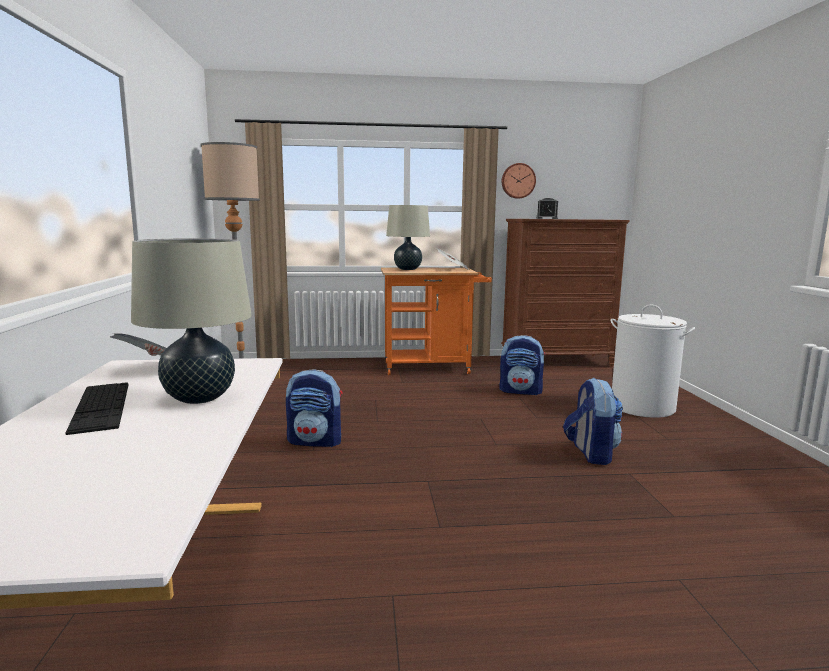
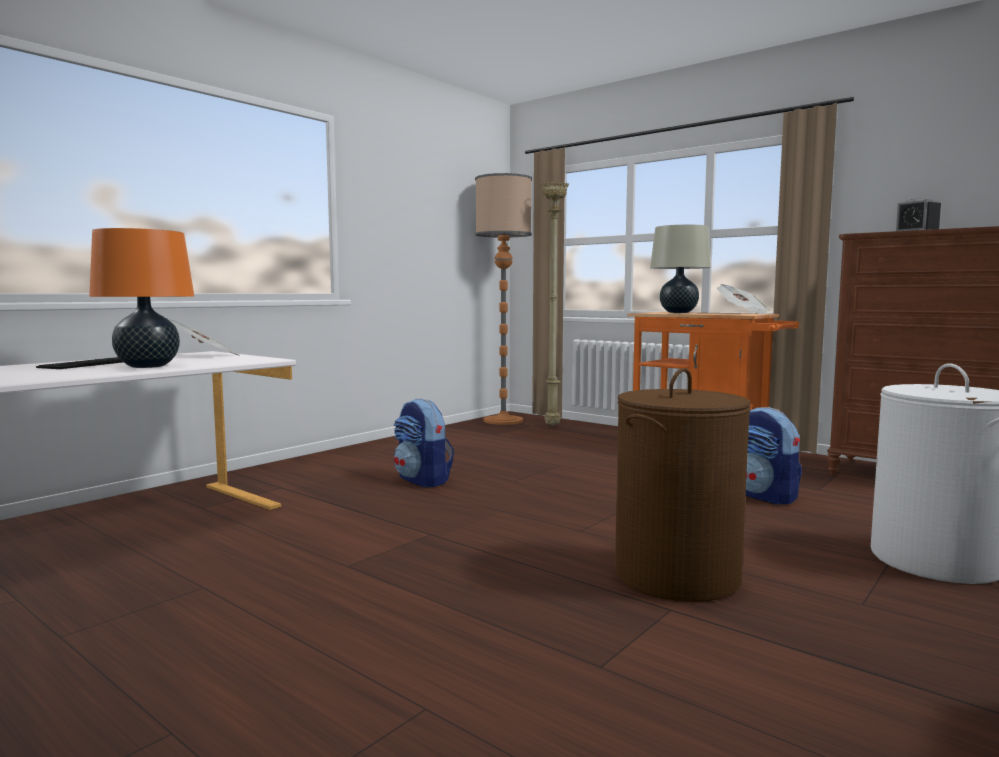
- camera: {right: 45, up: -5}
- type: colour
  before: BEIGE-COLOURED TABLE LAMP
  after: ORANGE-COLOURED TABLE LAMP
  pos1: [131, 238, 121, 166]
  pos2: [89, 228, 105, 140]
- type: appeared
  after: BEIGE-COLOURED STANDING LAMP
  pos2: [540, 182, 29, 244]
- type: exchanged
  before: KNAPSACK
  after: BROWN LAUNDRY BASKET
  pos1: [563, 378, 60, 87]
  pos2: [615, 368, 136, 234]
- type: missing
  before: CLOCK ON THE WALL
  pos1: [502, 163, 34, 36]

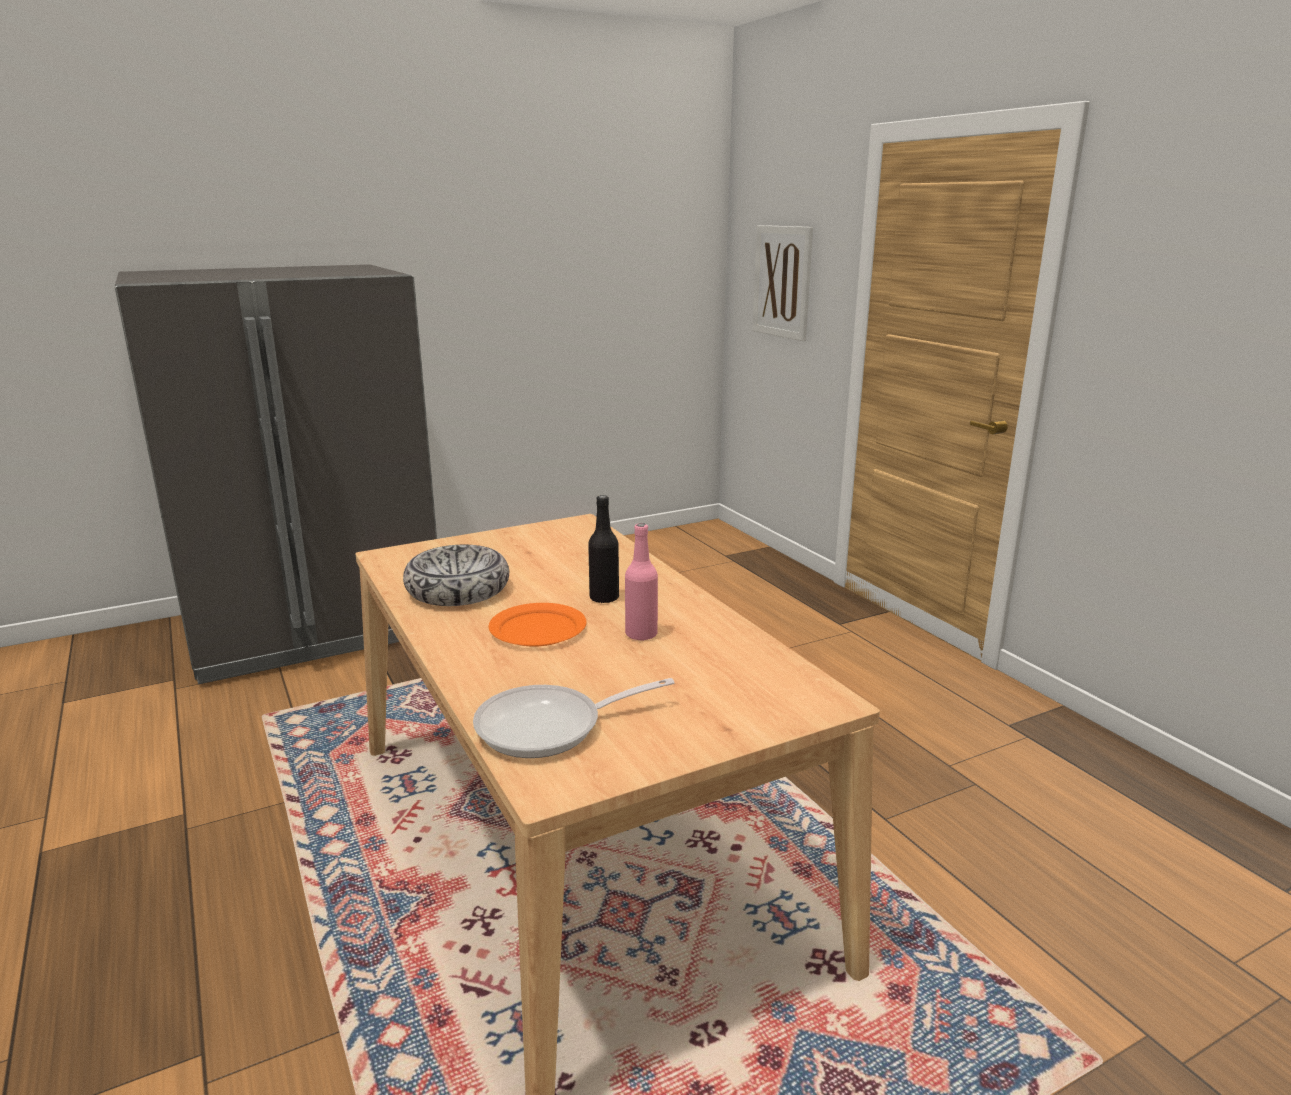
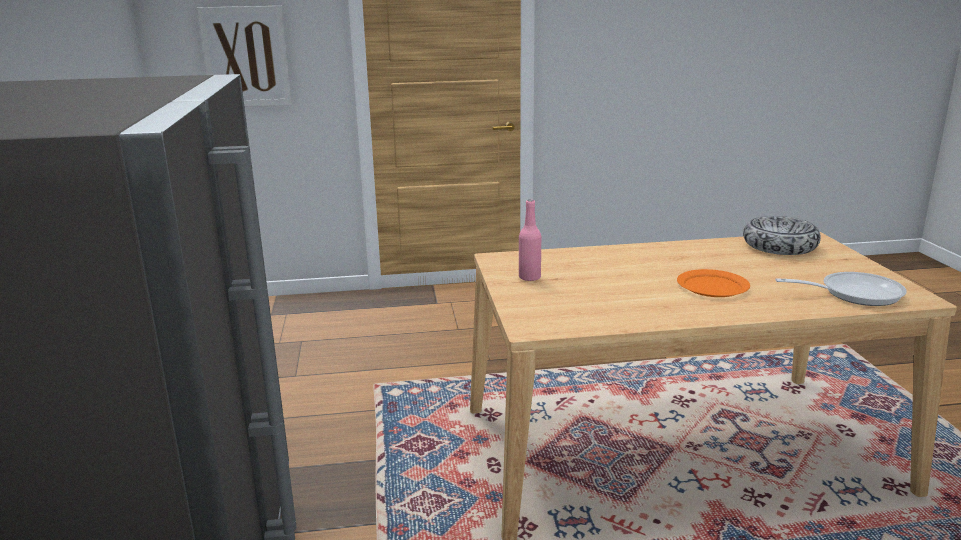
- camera: {right: -70, up: 0}
- type: relocated
  before: PINK-COLOURED DRINK BOTTLE
  pos1: [625, 523, 33, 118]
  pos2: [519, 200, 22, 81]
- type: relocated
  before: BOWL
  pos1: [403, 545, 106, 61]
  pos2: [743, 216, 78, 39]
- type: spun
  before: PAN
  pos1: [473, 678, 202, 80]
  pos2: [775, 272, 131, 34]
  turn: -90
- type: missing
  before: BLACKISH DRINK BOTTLE
  pos1: [588, 495, 31, 108]

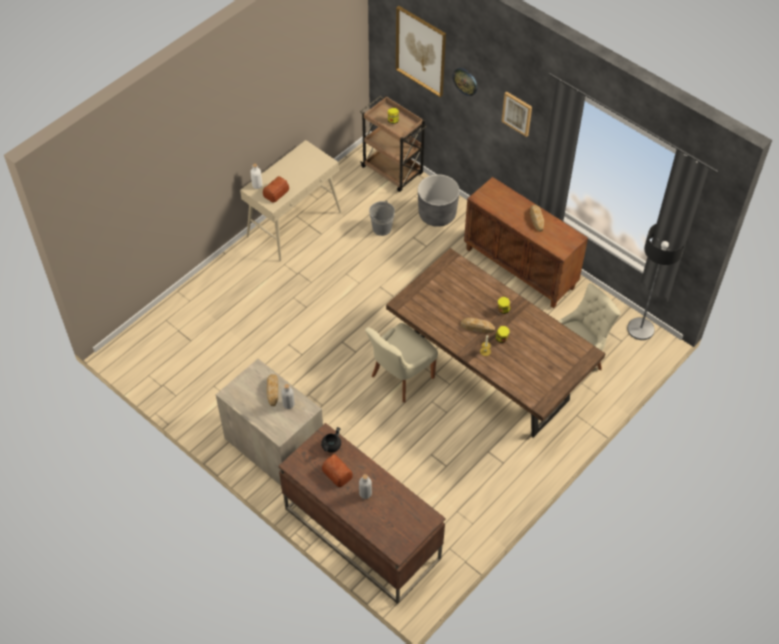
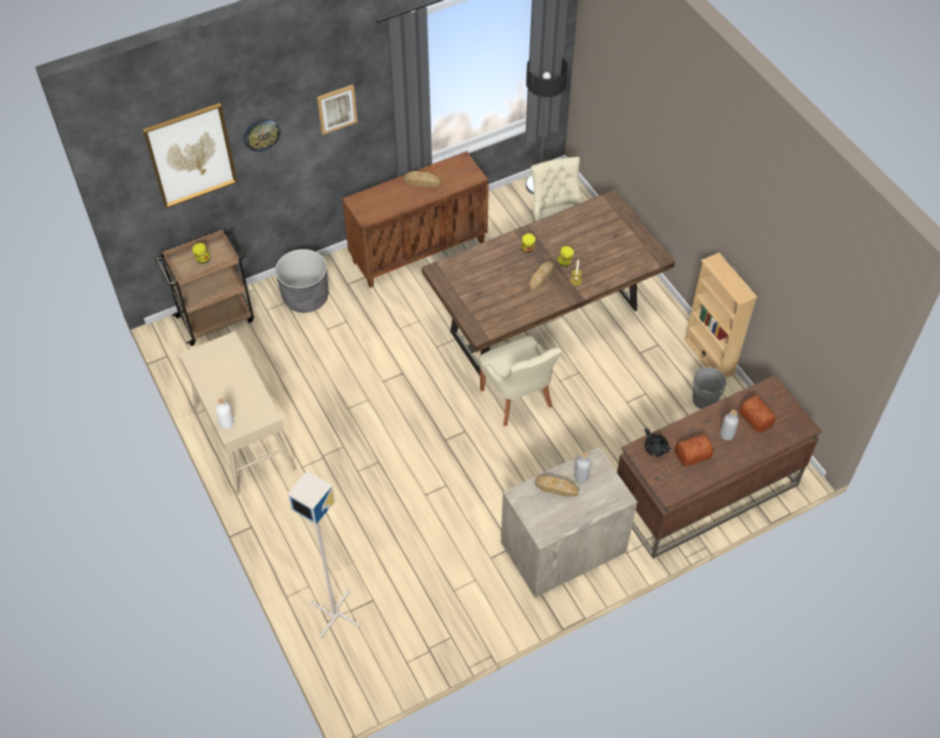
- camera: {right: -70, up: 0}
- type: appeared
  after: GREY STANDING LAMP
  pos2: [288, 471, 72, 167]
- type: appeared
  after: BEIGE-COLOURED BOOKCASE
  pos2: [683, 252, 75, 126]
- type: relocated
  before: GREY WATER BUCKET
  pos1: [369, 200, 26, 36]
  pos2: [692, 367, 34, 42]
- type: relocated
  before: BAKERY BREAD
  pos1: [263, 176, 26, 27]
  pos2: [739, 395, 36, 38]

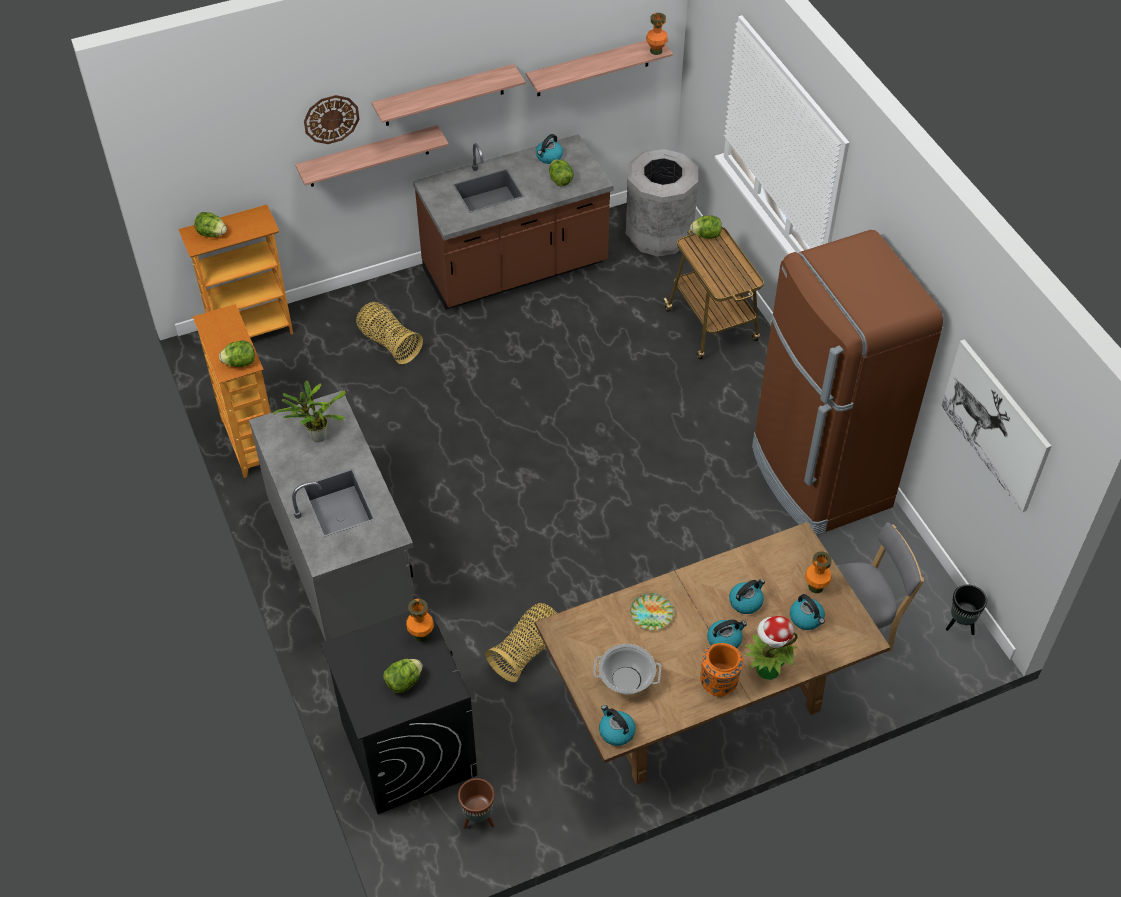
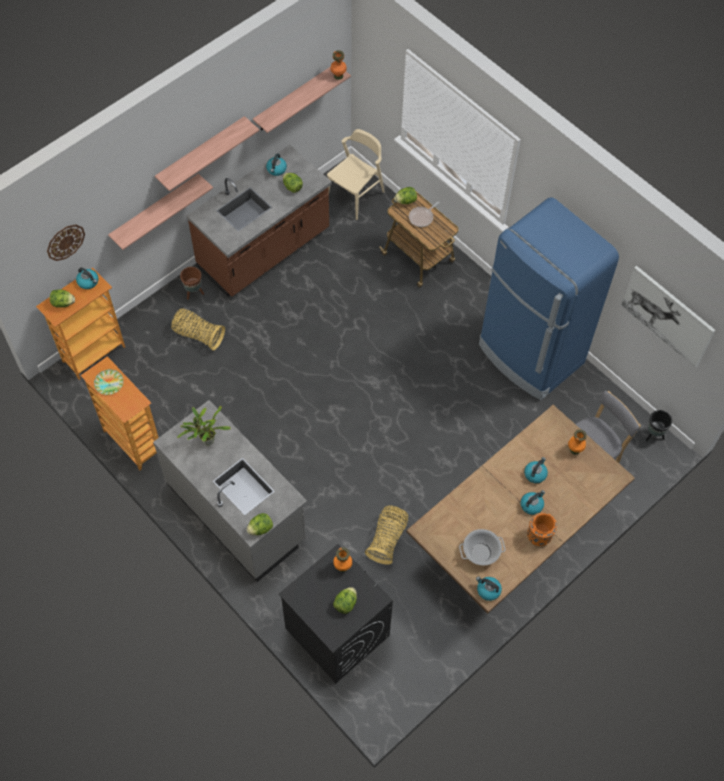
- camera: {right: -20, up: 10}
- type: relocated
  before: CLOCK ON THE WALL
  pos1: [304, 95, 55, 49]
  pos2: [47, 224, 38, 37]
- type: relocated
  before: WATER KETTLE
  pos1: [790, 594, 35, 36]
  pos2: [76, 267, 23, 22]
- type: relocated
  before: DINNER PLATE
  pos1: [630, 593, 44, 37]
  pos2: [94, 369, 30, 26]
- type: relocated
  before: BROWN PLANTER
  pos1: [458, 778, 37, 51]
  pos2: [180, 267, 24, 33]
- type: relocated
  before: HEAD OF LETTUCE
  pos1: [219, 341, 36, 26]
  pos2: [247, 513, 26, 22]
- type: exchanged
  before: GREY TRASH CAN
  after: BEIGE-COLOURED UPRIGHT CHAIR
  pos1: [625, 149, 73, 108]
  pos2: [327, 129, 57, 91]
- type: appeared
  after: PAN
  pos2: [409, 202, 30, 25]
- type: colour
  before: BROWN REFRIGERATOR
  after: BLUISH REFRIGERATOR
  pos1: [752, 230, 191, 305]
  pos2: [479, 197, 140, 203]
- type: missing
  before: HOUSEPLANT
  pos1: [744, 616, 54, 64]

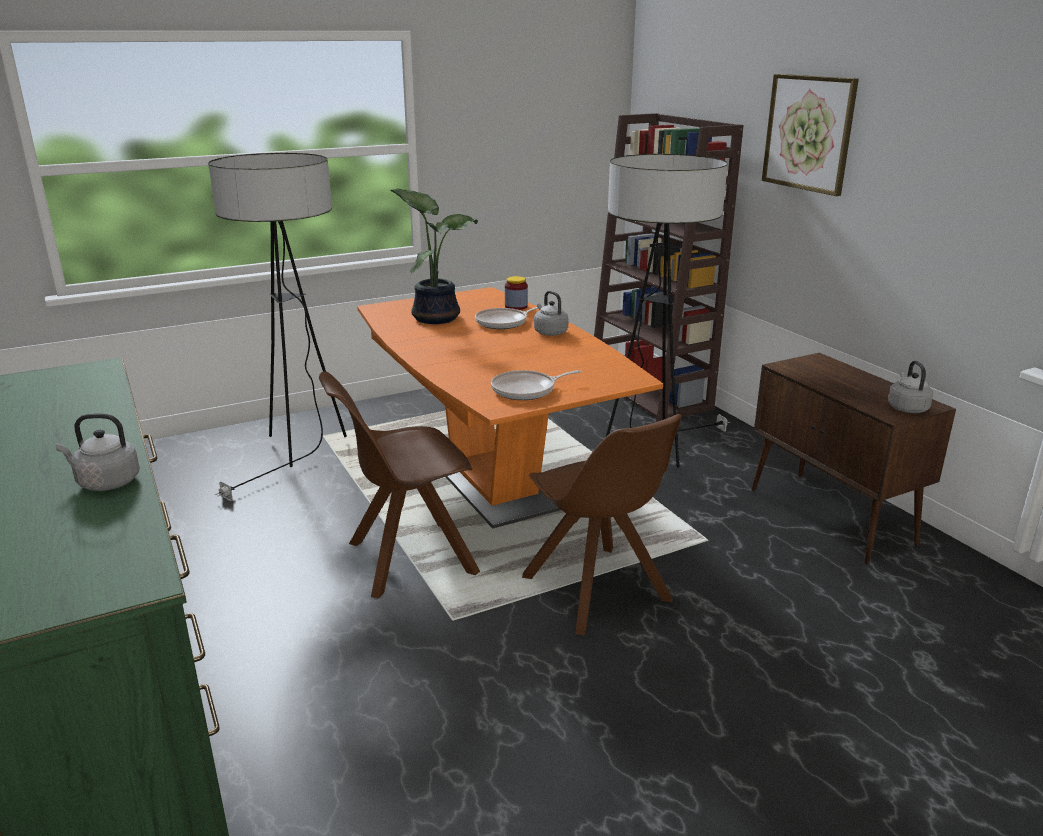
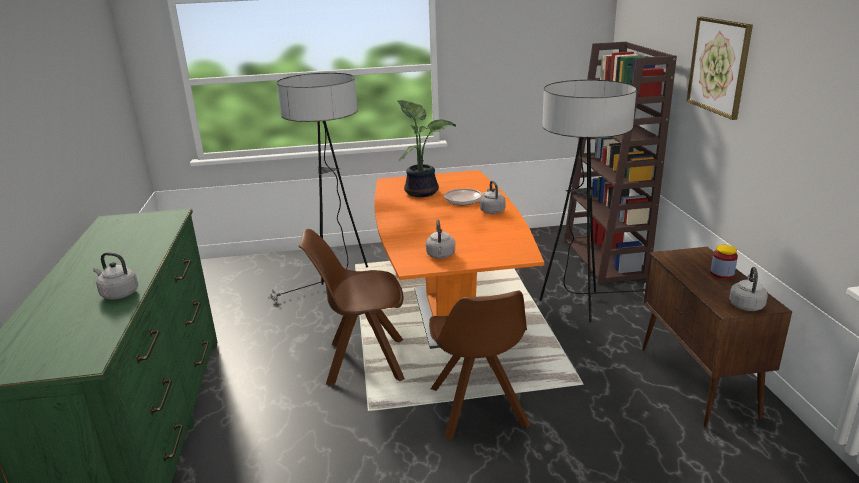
- camera: {right: 20, up: 0}
- type: exchanged
  before: PAN
  after: GREY WATER KETTLE
  pos1: [491, 370, 90, 30]
  pos2: [426, 220, 29, 39]
- type: relocated
  before: PRESERVE JAR
  pos1: [505, 276, 23, 34]
  pos2: [710, 245, 28, 34]

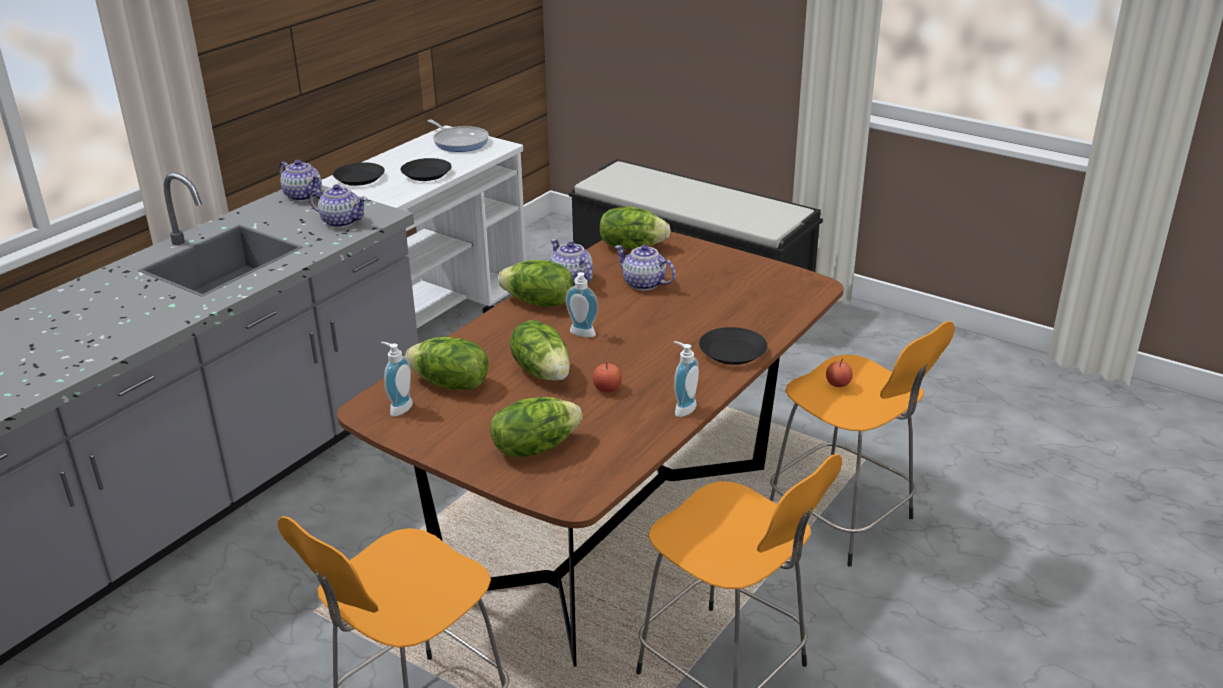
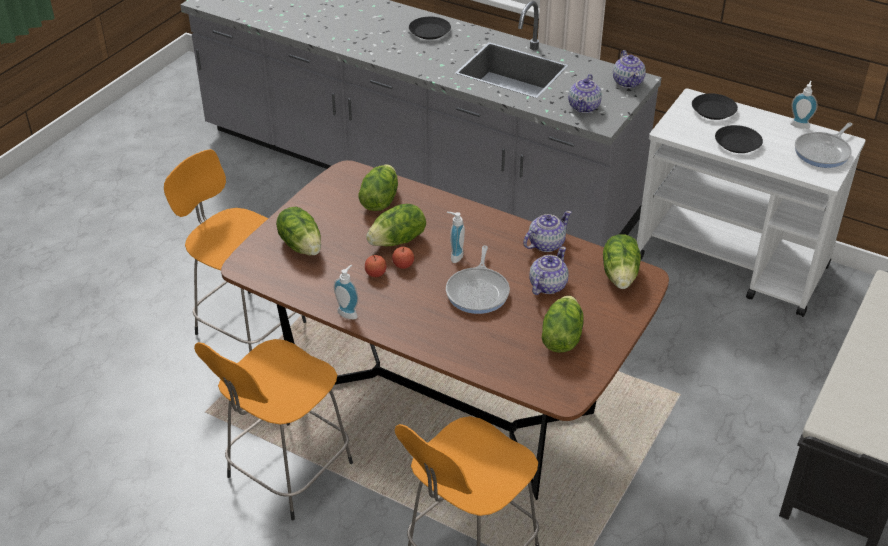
- camera: {right: 85, up: 10}
- type: relocated
  before: APPLE
  pos1: [826, 359, 27, 28]
  pos2: [392, 247, 22, 22]
- type: relocated
  before: BLACKISH DINNER PLATE
  pos1: [699, 327, 68, 38]
  pos2: [409, 17, 42, 23]
- type: appeared
  after: PAN
  pos2: [446, 245, 64, 69]
- type: relocated
  before: HEAD OF LETTUCE
  pos1: [498, 260, 75, 47]
  pos2: [542, 296, 42, 57]
- type: spun
  before: TEA POT
  pos1: [279, 160, 43, 41]
  pos2: [613, 50, 33, 38]
  turn: -45
- type: relocated
  before: SOAP DISPENSER
  pos1: [381, 342, 32, 75]
  pos2: [790, 81, 28, 48]

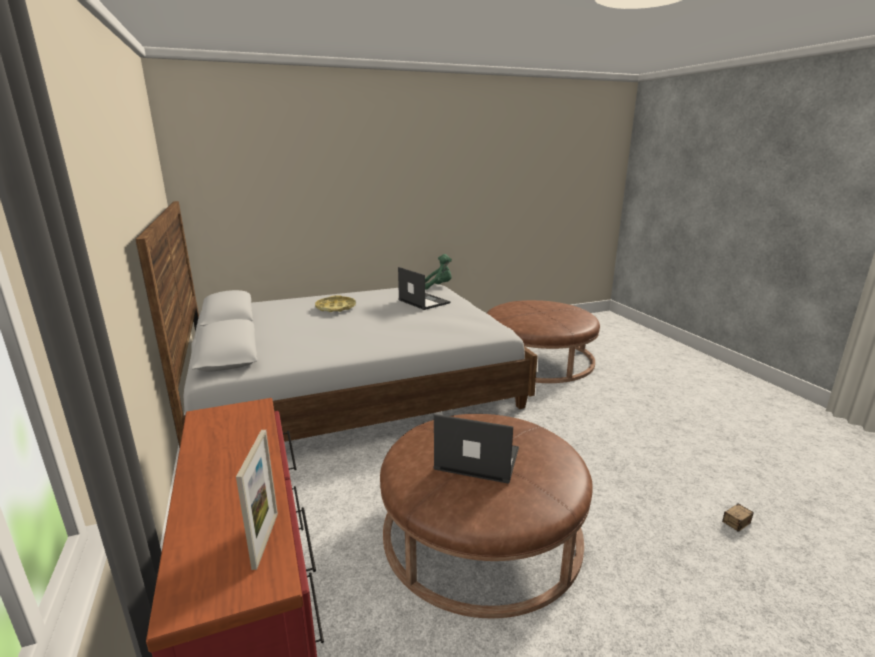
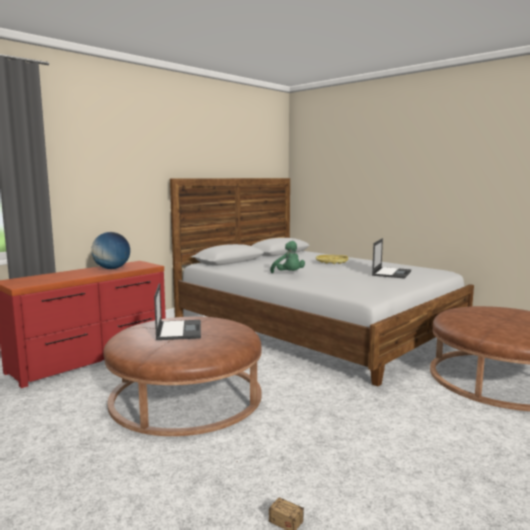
- camera: {right: 65, up: -10}
- type: appeared
  after: GLOBE
  pos2: [91, 232, 39, 37]
- type: relocated
  before: GREEN CUDDLY TOY
  pos1: [425, 254, 27, 36]
  pos2: [270, 241, 35, 32]
- type: missing
  before: PICTURE FRAME
  pos1: [236, 430, 42, 140]

